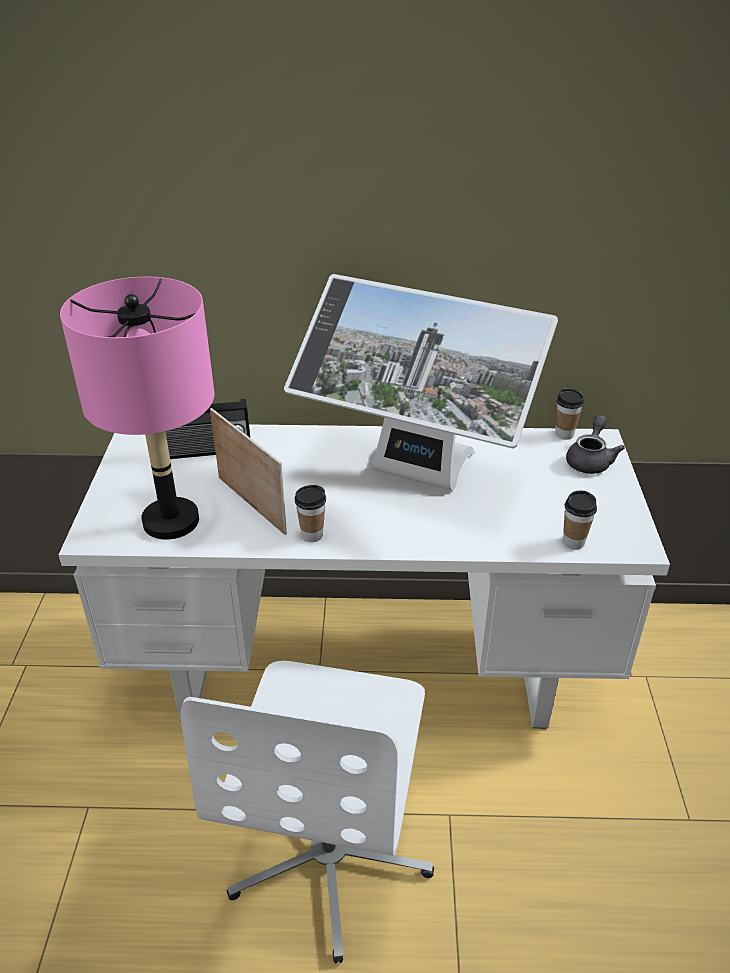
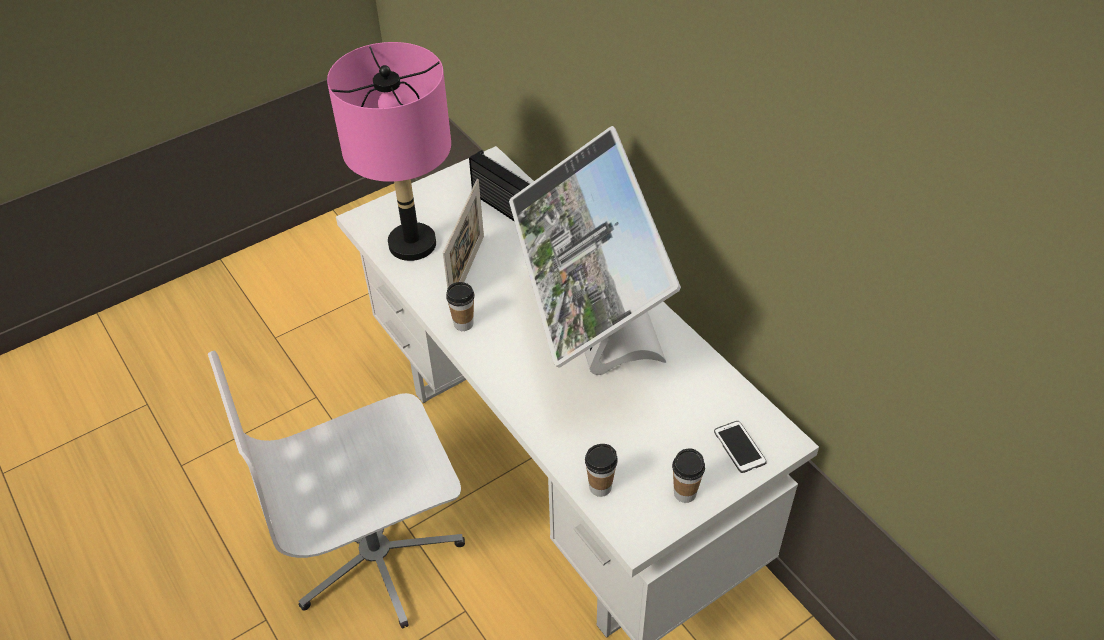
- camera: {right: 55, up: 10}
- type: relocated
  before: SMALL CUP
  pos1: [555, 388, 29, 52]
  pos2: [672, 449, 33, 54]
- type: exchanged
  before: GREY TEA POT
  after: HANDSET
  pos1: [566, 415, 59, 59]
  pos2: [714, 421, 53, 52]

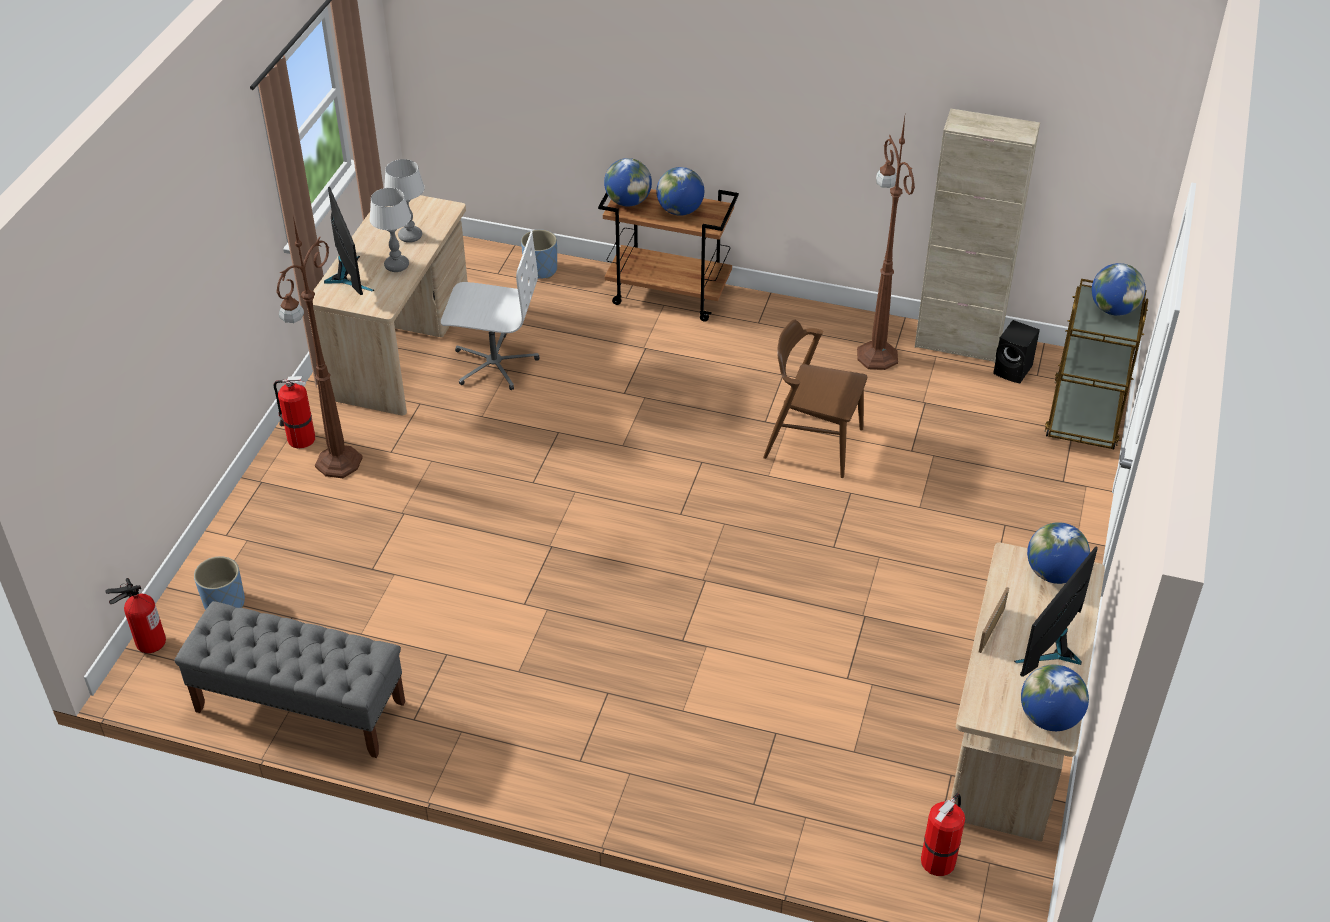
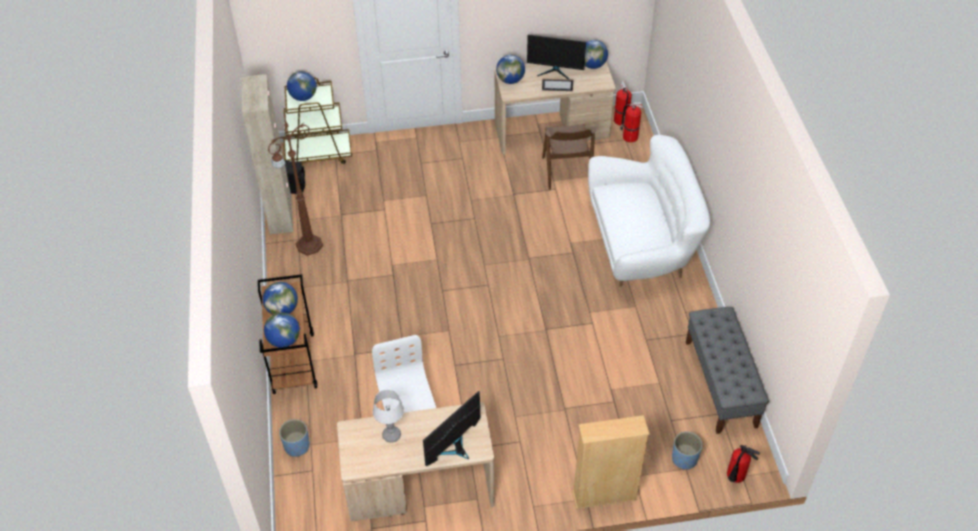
- camera: {right: -115, up: 5}
- type: relocated
  before: BROWN UPRIGHT CHAIR
  pos1: [763, 320, 104, 158]
  pos2: [542, 124, 54, 66]
- type: appeared
  after: BEIGE-COLOURED BOOKCASE
  pos2: [572, 415, 77, 94]
- type: appeared
  after: WHITISH SOFA
  pos2: [588, 135, 122, 152]
- type: relocated
  before: FIRE EXTINGUISHER
  pos1: [274, 376, 41, 73]
  pos2: [614, 81, 18, 44]
- type: missing
  before: BROWN STANDING LAMP
  pos1: [276, 217, 87, 261]
- type: missing
  before: TABLE LAMP
  pos1: [370, 188, 41, 84]

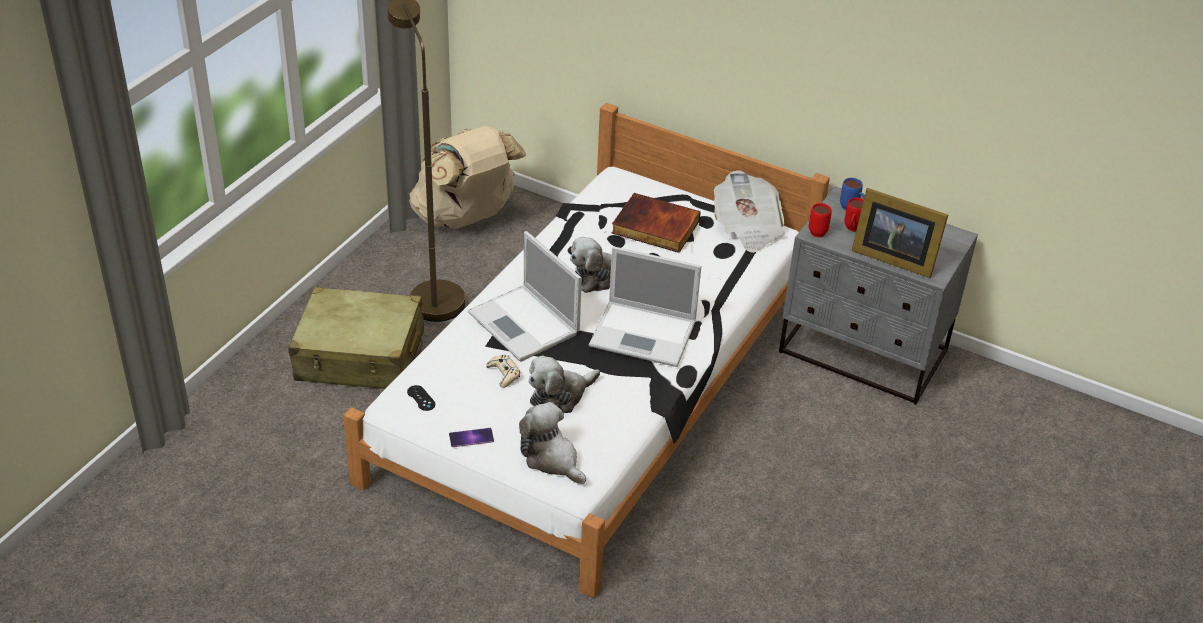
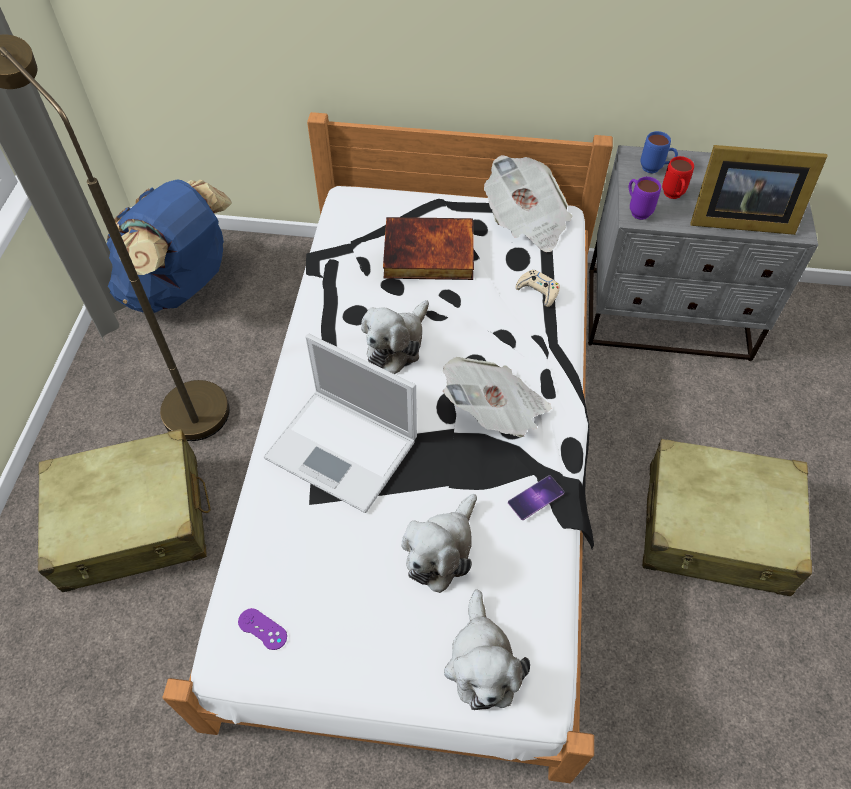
- camera: {right: -20, up: 15}
- type: colour
  before: BEIGE-COLOURED KNAPSACK
  after: BLUISH KNAPSACK
  pos1: [409, 126, 117, 103]
  pos2: [107, 180, 125, 133]
- type: colour
  before: BLACKISH GAMEPAD
  after: PURPLISH GAMEPAD
  pos1: [407, 385, 28, 26]
  pos2: [238, 608, 49, 42]
- type: exchanged
  before: NOTEBOOK COMPUTER
  after: DAILY PAPER
  pos1: [589, 246, 112, 121]
  pos2: [442, 357, 109, 81]
- type: spun
  before: CUDDLY TOY
  pos1: [519, 402, 67, 82]
  pos2: [444, 589, 86, 121]
  turn: -120
- type: relocated
  before: HANDSET
  pos1: [449, 428, 45, 19]
  pos2: [508, 475, 57, 45]
- type: relocated
  before: BEIGE-COLOURED GAMEPAD
  pos1: [486, 355, 34, 33]
  pos2: [515, 270, 45, 37]
- type: colour
  before: REDDISH COFFEE MUG
  after: PURPLISH COFFEE MUG
  pos1: [809, 203, 23, 34]
  pos2: [629, 177, 32, 43]
- type: appeared
  after: BEIGE-COLOURED TRAVEL CASE
  pos2: [642, 439, 170, 157]

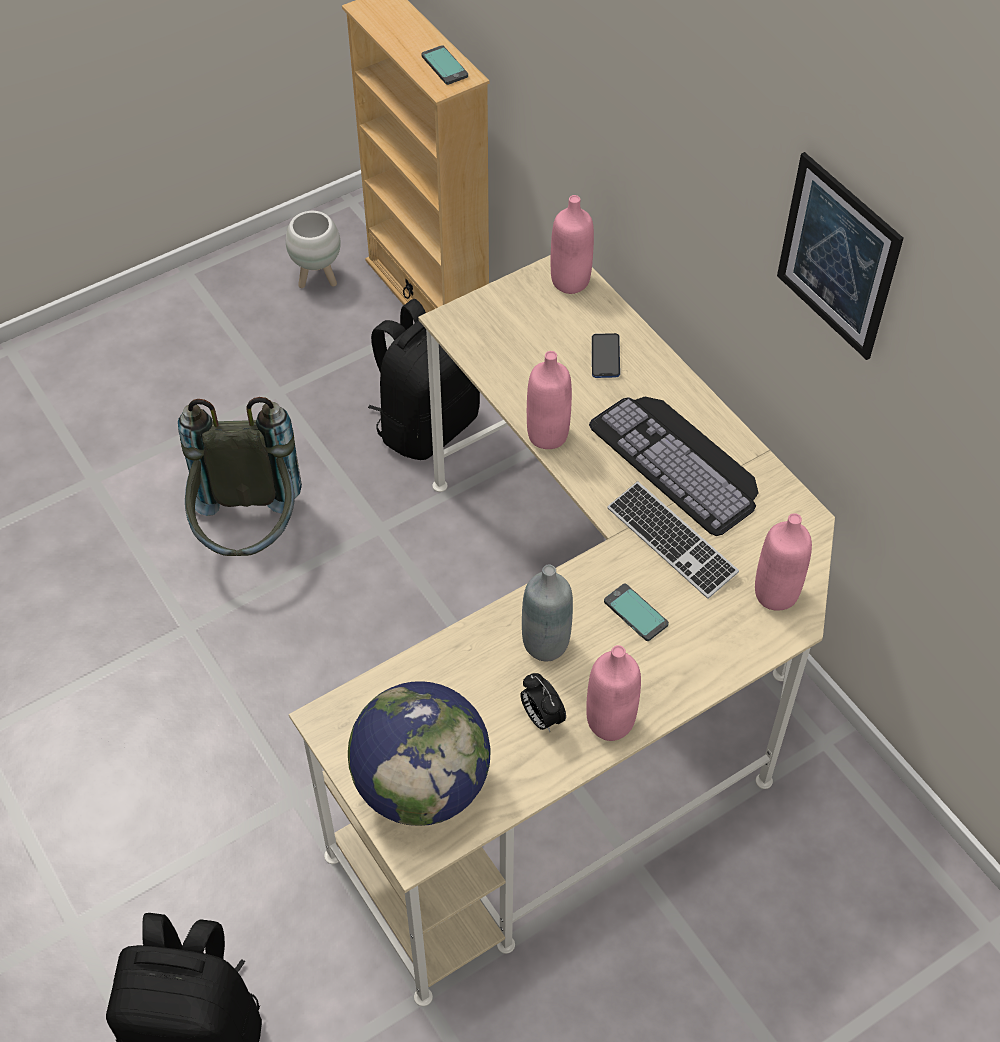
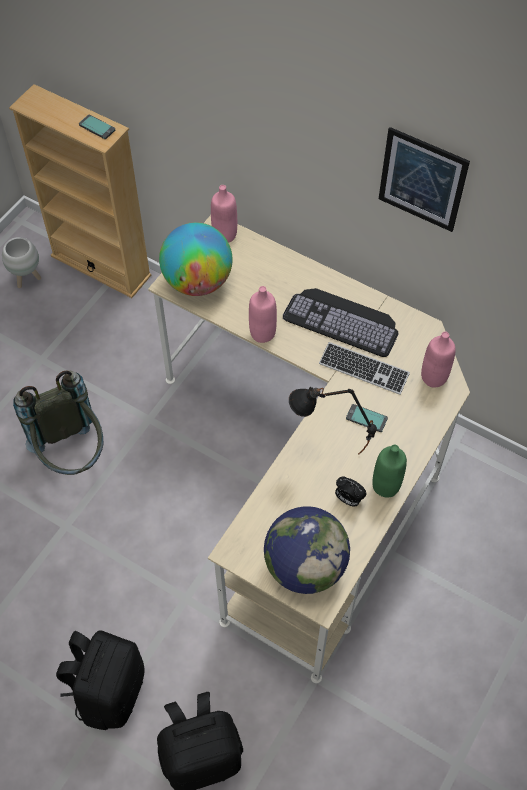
- camera: {right: -25, up: 5}
- type: relocated
  before: BLACKISH KNAPSACK
  pos1: [368, 299, 112, 161]
  pos2: [56, 630, 89, 100]
- type: appeared
  after: GLOBE
  pos2: [159, 222, 74, 74]
- type: exchanged
  before: GREY DRINK BOTTLE
  after: BLACKISH TABLE LAMP
  pos1: [522, 564, 51, 98]
  pos2: [289, 387, 88, 67]
- type: colour
  before: PINK-COLOURED DRINK BOTTLE
  after: GREEN DRINK BOTTLE
  pos1: [586, 645, 55, 96]
  pos2: [372, 444, 35, 54]
- type: missing
  before: HANDSET
  pos1: [592, 333, 28, 45]

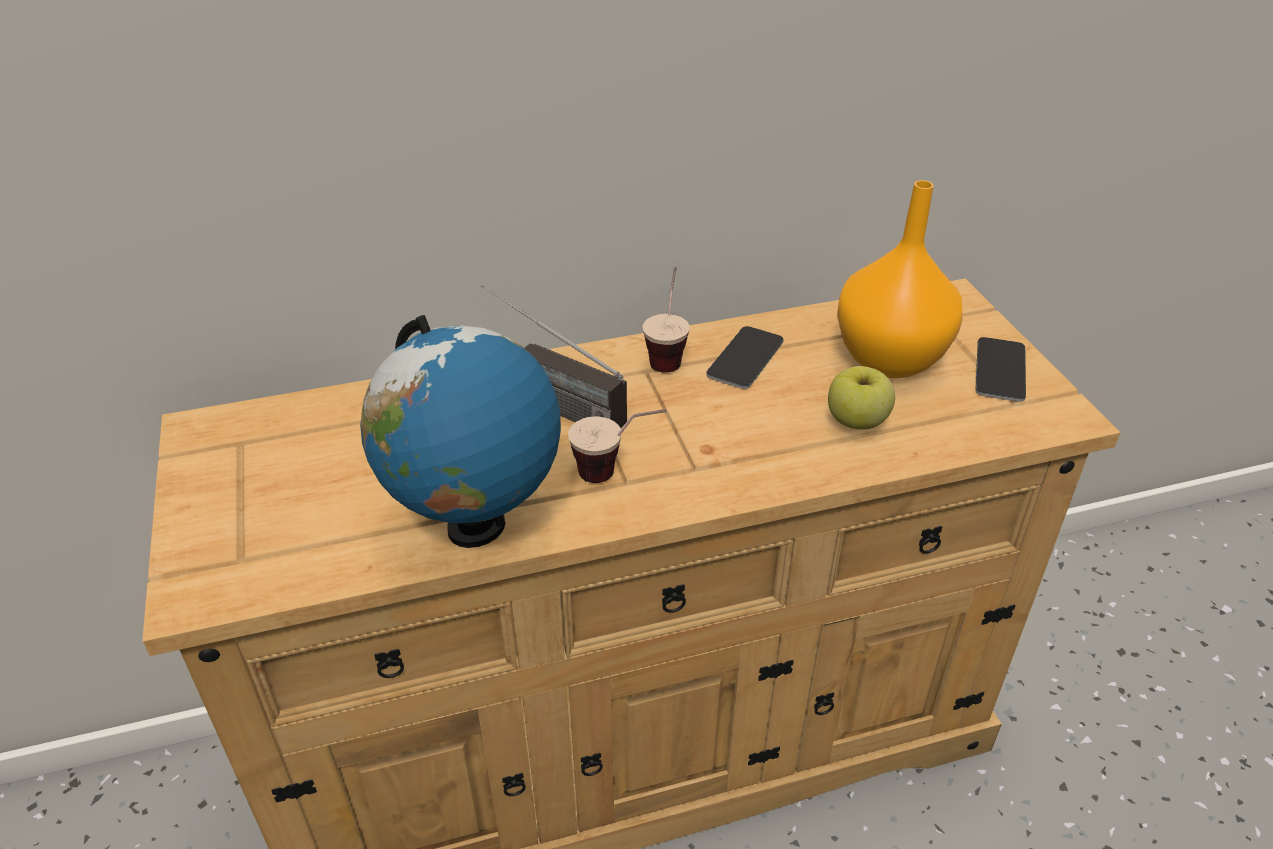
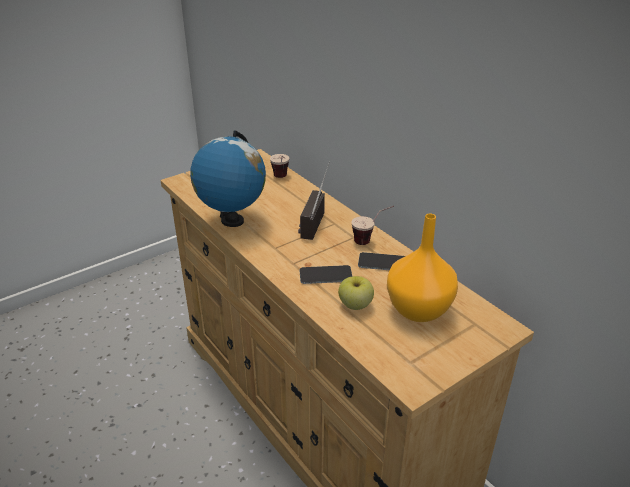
- camera: {right: 70, up: -5}
- type: relocated
  before: SMALL CUP
  pos1: [568, 409, 99, 74]
  pos2: [270, 154, 19, 24]
- type: relocated
  before: HANDSET
  pos1: [975, 337, 51, 65]
  pos2: [299, 265, 53, 19]

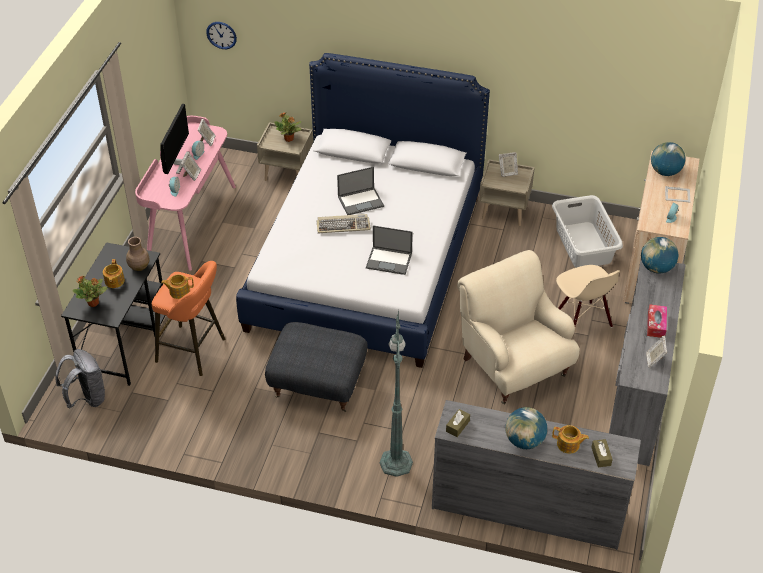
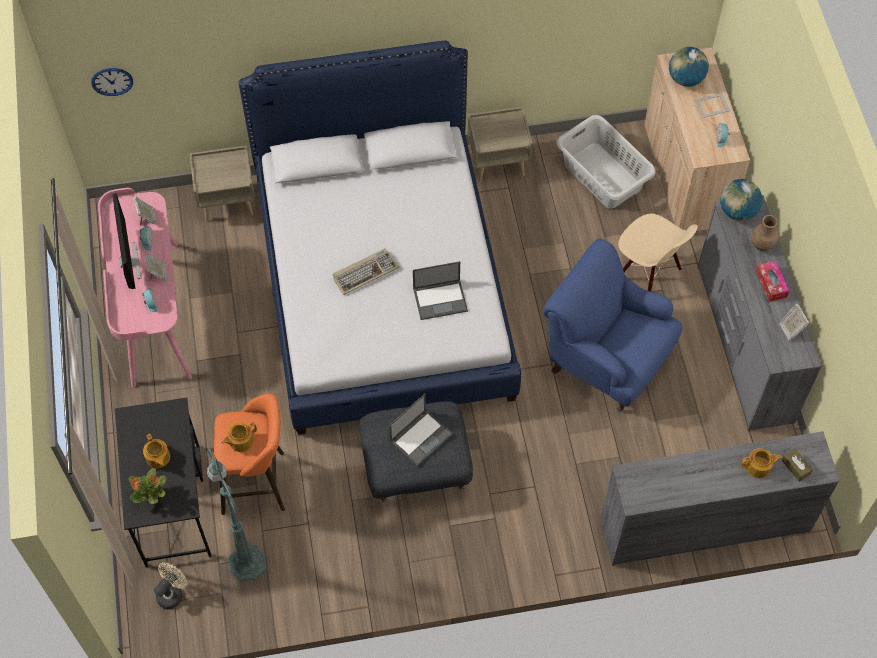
- camera: {right: -25, up: 15}
- type: exchanged
  before: GREY KNAPSACK
  after: BEIGE-COLOURED FAN
  pos1: [55, 349, 50, 59]
  pos2: [154, 563, 33, 46]
- type: relocated
  before: GREEN STANDING LAMP
  pos1: [380, 310, 33, 167]
  pos2: [207, 449, 60, 133]
- type: relocated
  before: NOTEBOOK COMPUTER
  pos1: [337, 167, 47, 48]
  pos2: [389, 394, 64, 72]
- type: colour
  before: BEIGE-COLOURED LOUNGE CHAIR
  after: BLUISH LOUNGE CHAIR
  pos1: [457, 250, 123, 155]
  pos2: [543, 239, 139, 172]
- type: relocated
  before: BROWN DECORATIVE VASE
  pos1: [126, 237, 24, 34]
  pos2: [751, 215, 27, 36]
- type: missing
  before: HOUSEPLANT
  pos1: [274, 113, 27, 29]
- type: missing
  before: BROWN TISSUE BOX
  pos1: [446, 409, 24, 28]
- type: missing
  before: PICTURE FRAME
  pos1: [499, 152, 19, 25]
- type: missing
  before: GLOBE
  pos1: [505, 407, 42, 42]

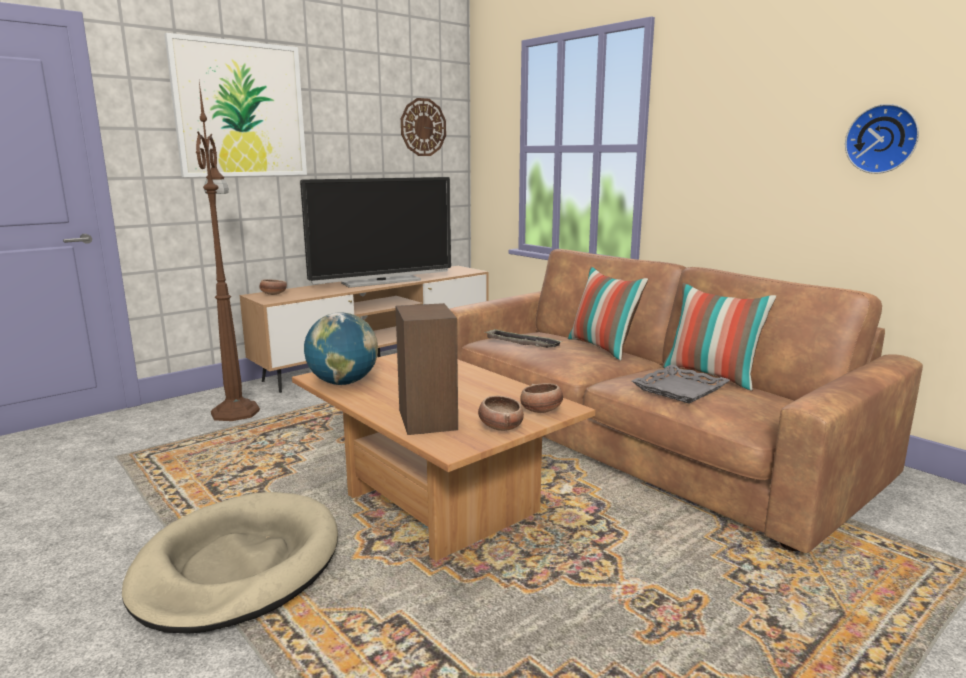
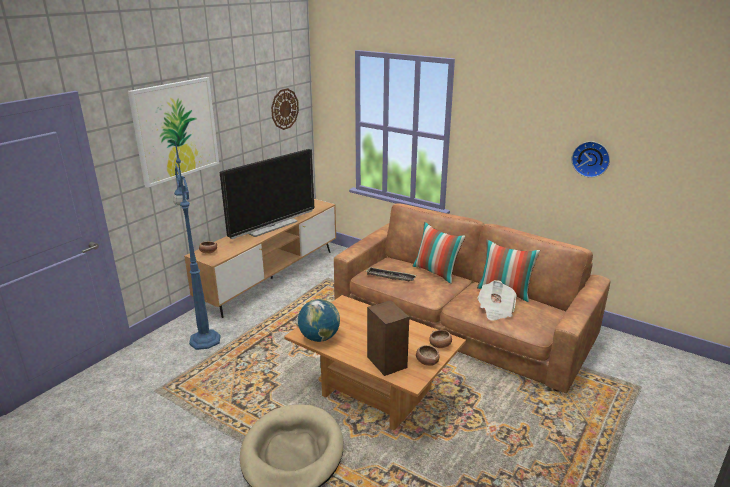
- camera: {right: -15, up: 10}
- type: colour
  before: BROWN STANDING LAMP
  after: BLUISH STANDING LAMP
  pos1: [196, 82, 64, 339]
  pos2: [173, 140, 48, 210]
- type: exchanged
  before: GREY SERVING TRAY
  after: DAILY PAPER
  pos1: [632, 365, 98, 39]
  pos2: [477, 280, 40, 40]

